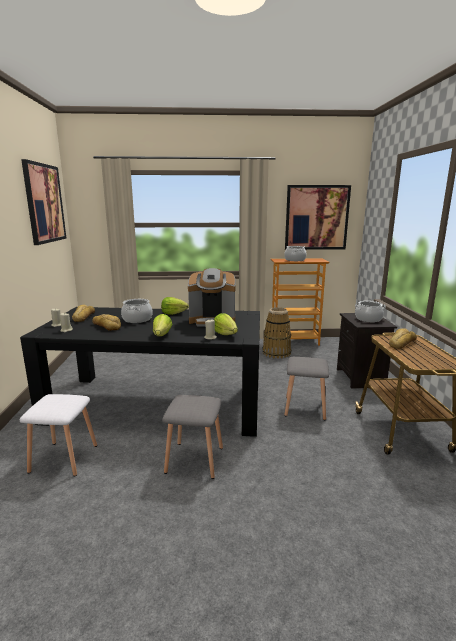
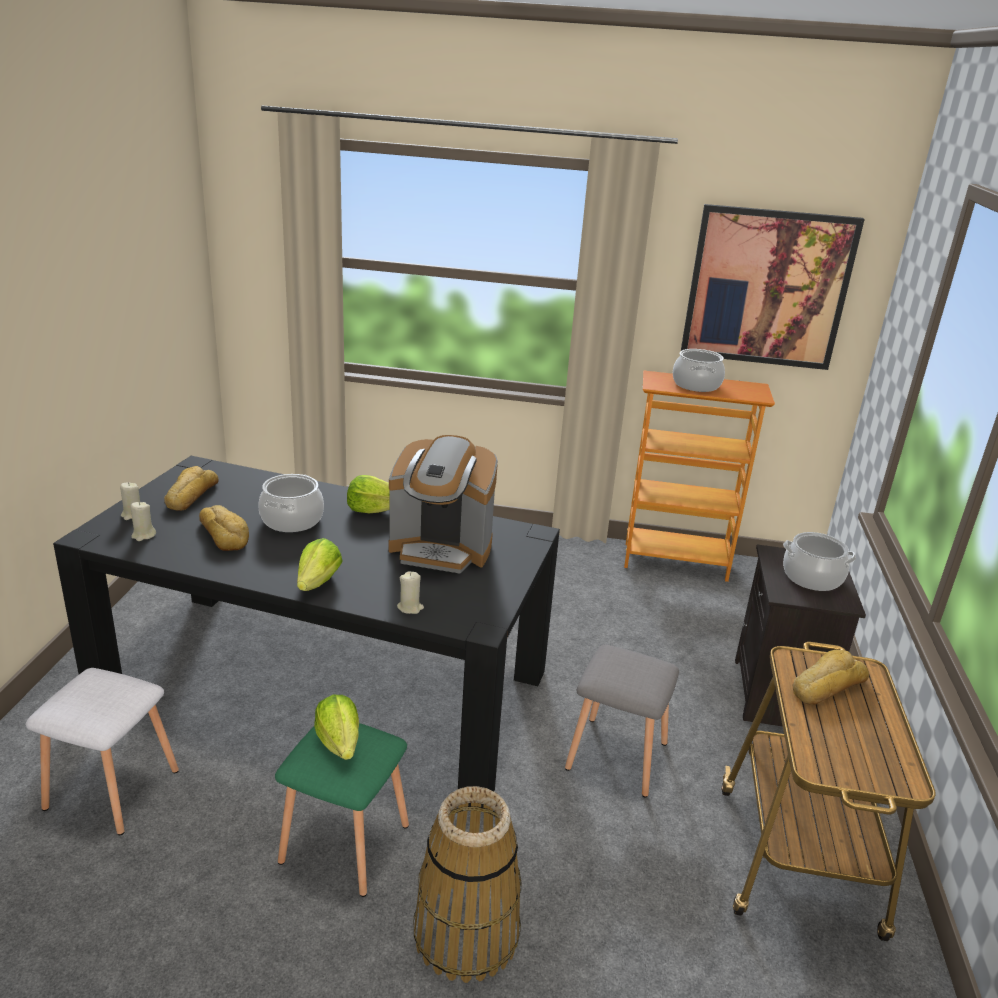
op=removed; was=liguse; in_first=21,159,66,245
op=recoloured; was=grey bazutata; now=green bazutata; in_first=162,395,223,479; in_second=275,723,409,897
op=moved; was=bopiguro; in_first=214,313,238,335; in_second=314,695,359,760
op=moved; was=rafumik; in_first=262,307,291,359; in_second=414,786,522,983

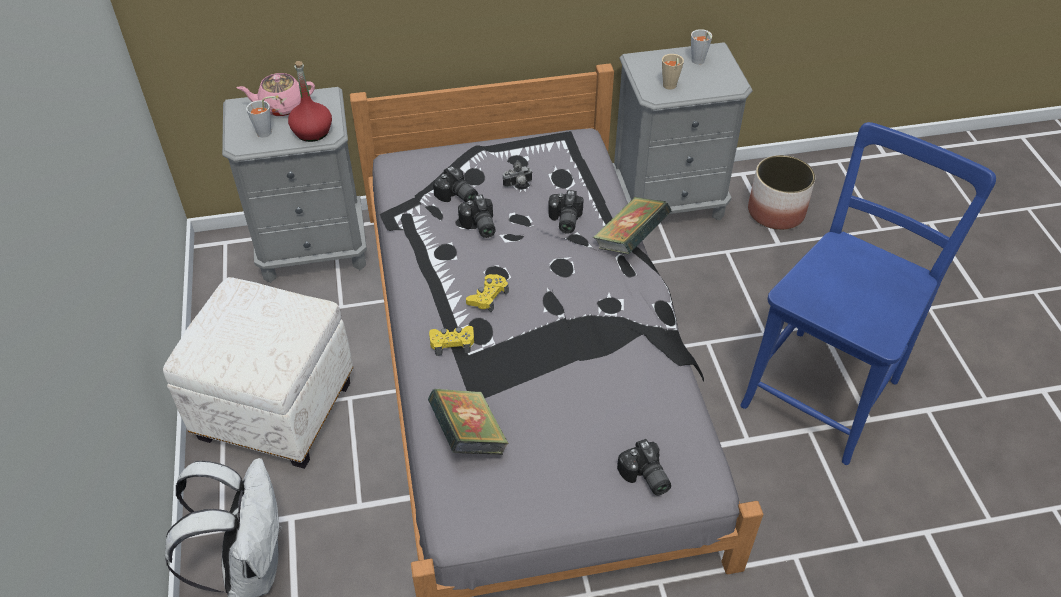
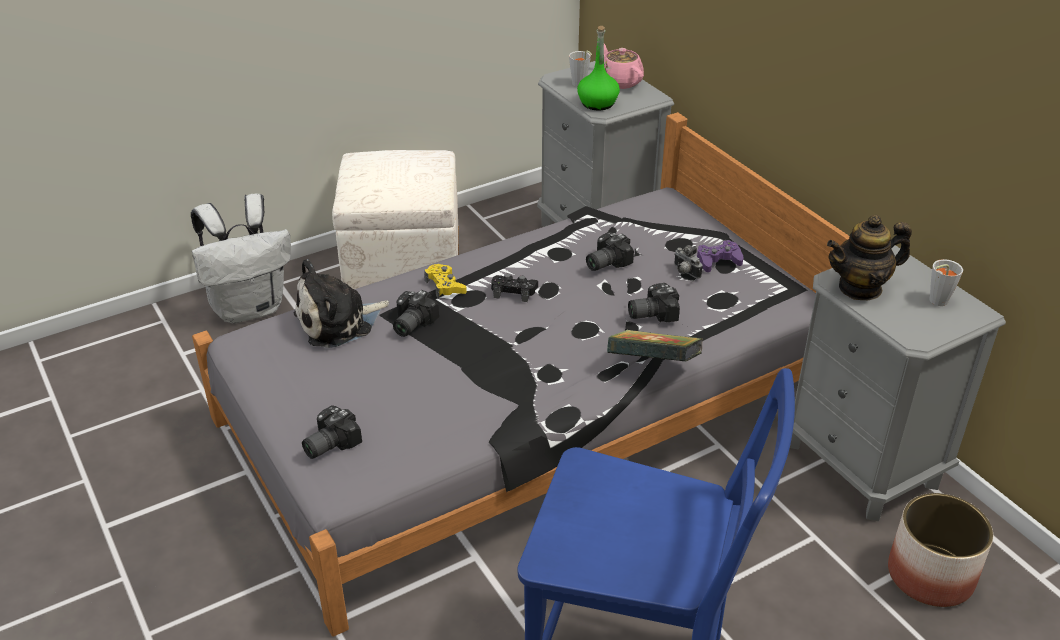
op=recoloured; was=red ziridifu; now=green ziridifu; in_first=288,61,332,142; in_second=577,26,620,110
op=replaced; was=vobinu; now=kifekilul; in_first=428,389,509,455; in_second=294,259,389,348
op=moved; was=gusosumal; in_first=433,166,478,202; in_second=393,290,439,337
op=recoloured; was=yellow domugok; now=black domugok; in_first=466,274,509,312; in_second=491,274,538,302
op=replaced; was=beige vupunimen; now=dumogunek; in_first=662,54,684,90; in_second=827,215,912,301
op=added; now=purple domugok; in_second=697,240,743,272

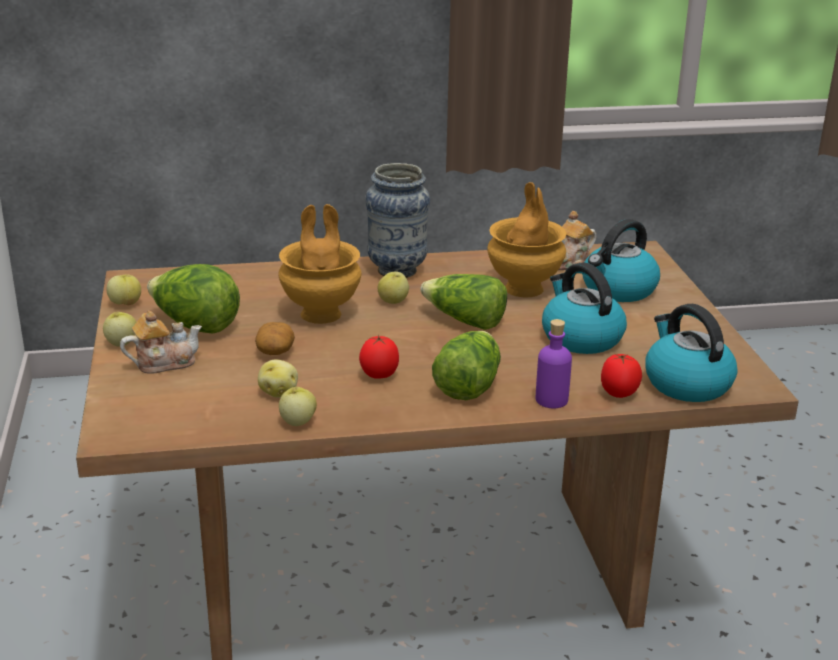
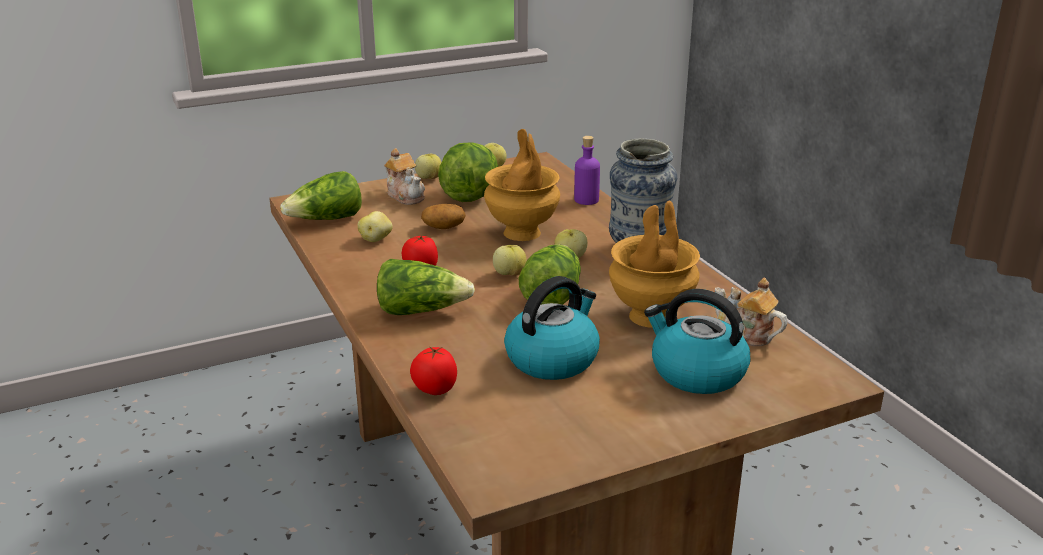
op=moved; was=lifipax; in_first=279,387,317,426; in_second=493,245,527,276
op=moved; was=purple ziridifu; in_first=536,319,572,408; in_second=574,136,600,205
op=removed; was=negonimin; in_first=645,304,738,402
op=added; now=bopiguro; in_second=280,171,362,220

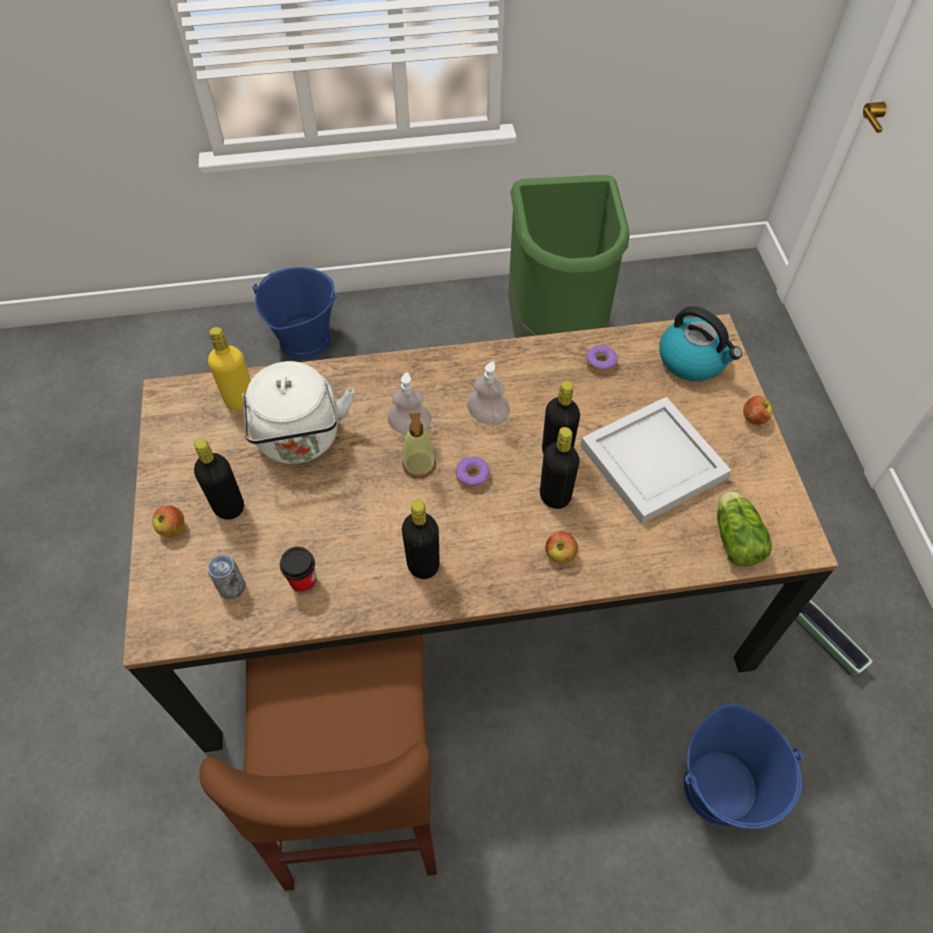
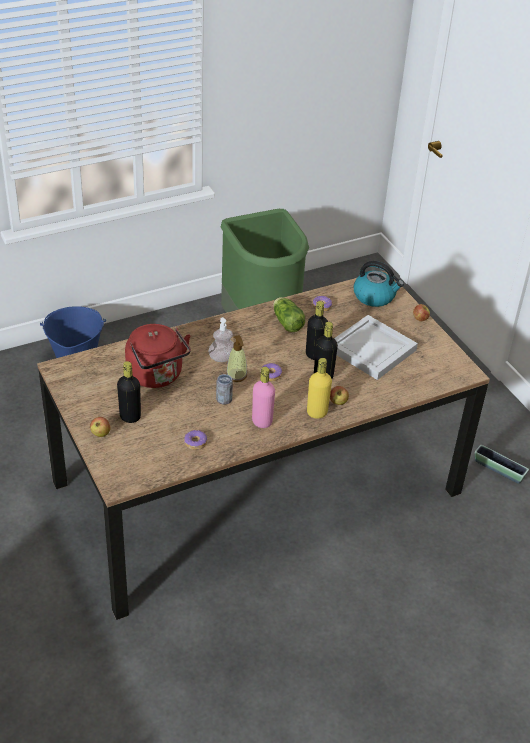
op=removed; was=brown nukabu; in_first=199,635,437,891
op=moved; was=yellow ziridifu; in_first=208,327,251,410; in_second=307,358,332,419
op=moved; was=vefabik; in_first=208,555,245,599; in_second=216,374,233,405
op=recoloured; was=white negonimin; now=red negonimin; in_first=242,361,354,464; in_second=125,324,191,388
op=replaced; was=vupunimen; now=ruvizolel; in_first=280,547,317,594; in_second=184,430,207,450
op=recoloured; was=black ziridifu; now=pink ziridifu; in_first=402,500,440,579; in_second=252,367,275,428
op=removed; was=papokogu; in_first=467,361,510,425
op=removed; was=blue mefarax; in_first=684,704,804,829
op=moved; was=bopiguro; in_first=717,490,772,566; in_second=273,297,305,332

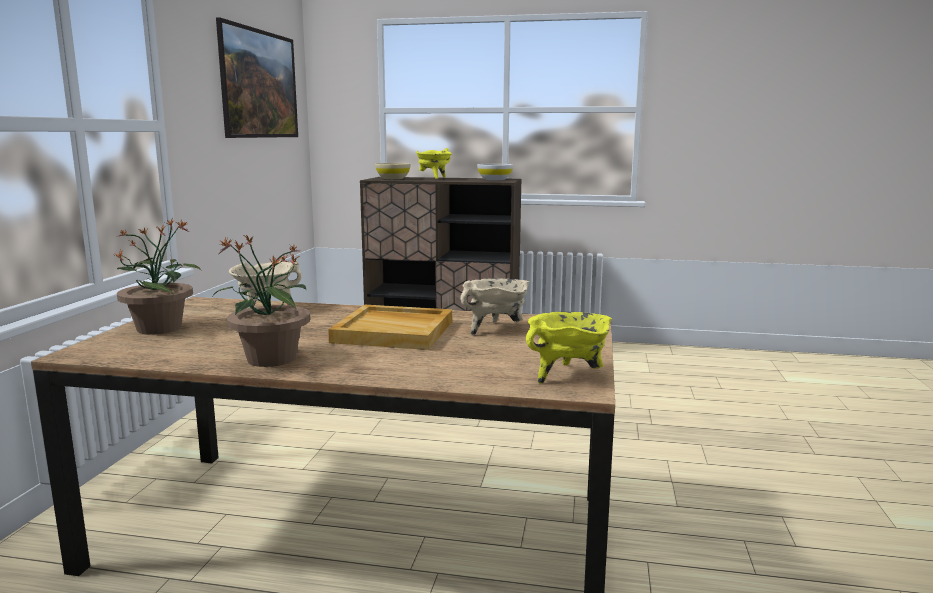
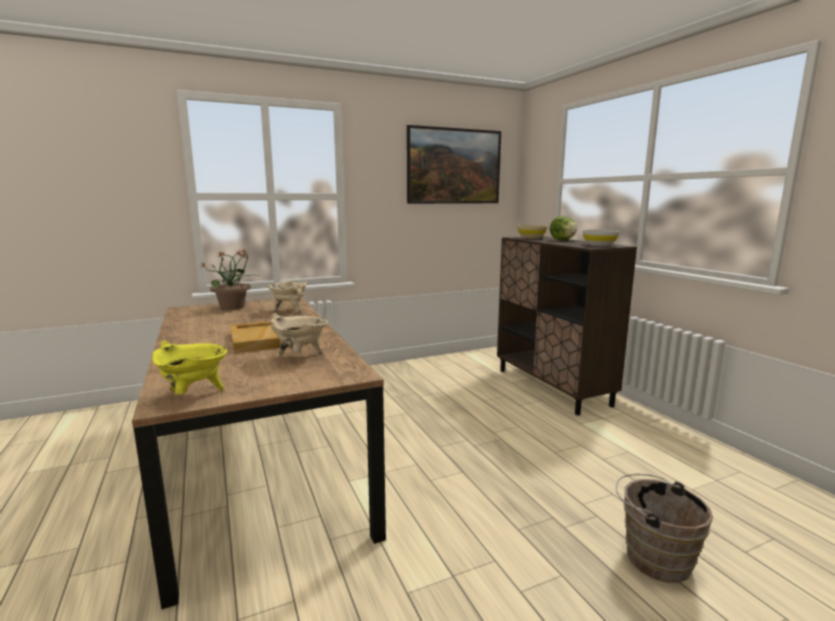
op=removed; was=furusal; in_first=213,235,310,367
op=replaced; was=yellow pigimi; now=bopiguro; in_first=416,148,452,179; in_second=550,216,577,240
op=added; now=brown mefarax; in_second=616,474,713,583

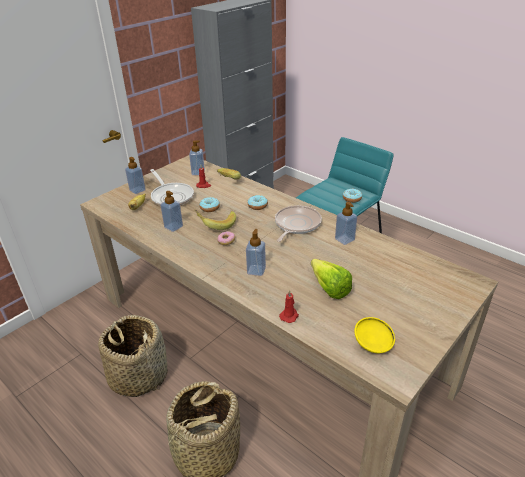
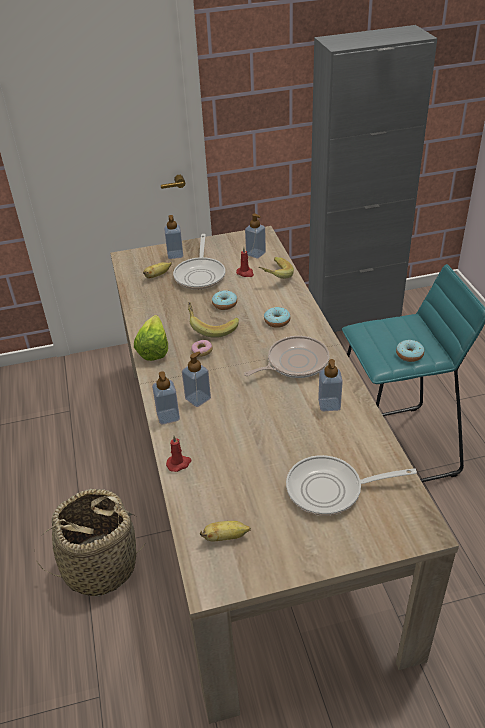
op=removed; was=rafumik; in_first=98,315,168,397
op=moved; was=papokogu; in_first=160,191,183,232; in_second=152,371,180,424
op=moved; was=bopiguro; in_first=311,259,352,299; in_second=134,315,168,361
op=replaced; was=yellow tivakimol; now=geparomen; in_first=354,317,395,353; in_second=200,521,251,542
op=added; now=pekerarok; in_second=286,455,417,516

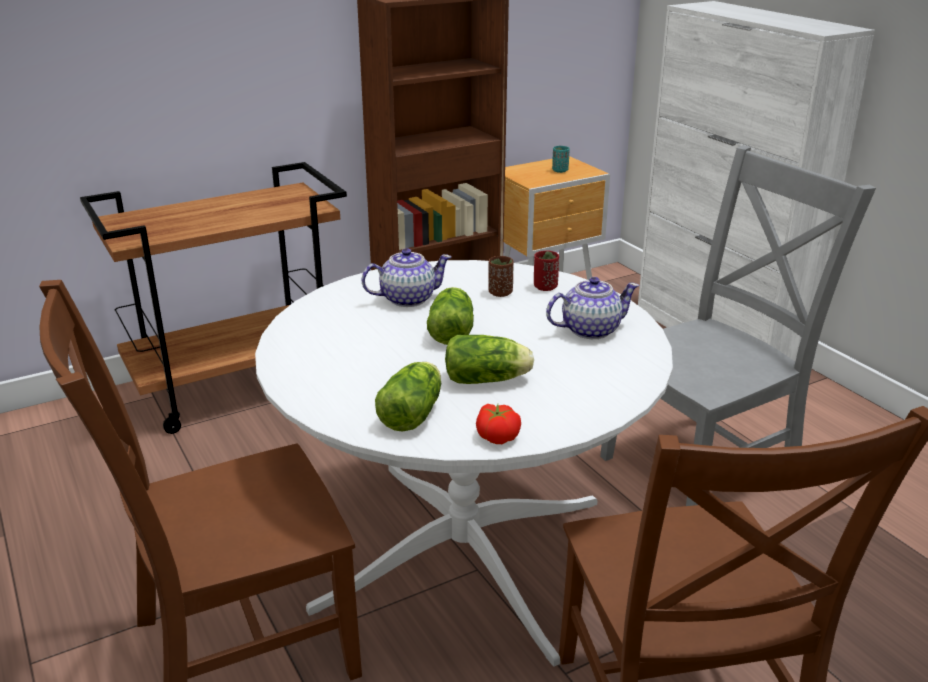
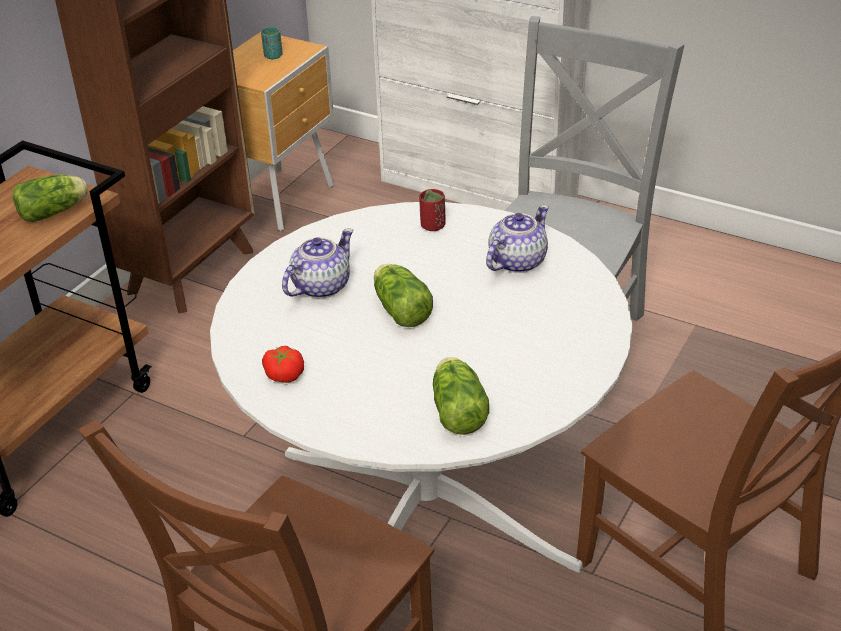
op=moved; was=bopiguro; in_first=445,335,534,384; in_second=13,174,88,222
op=moved; was=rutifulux; in_first=476,404,521,444; in_second=262,346,304,383
op=removed; was=brown vupunimen; in_first=488,256,514,297

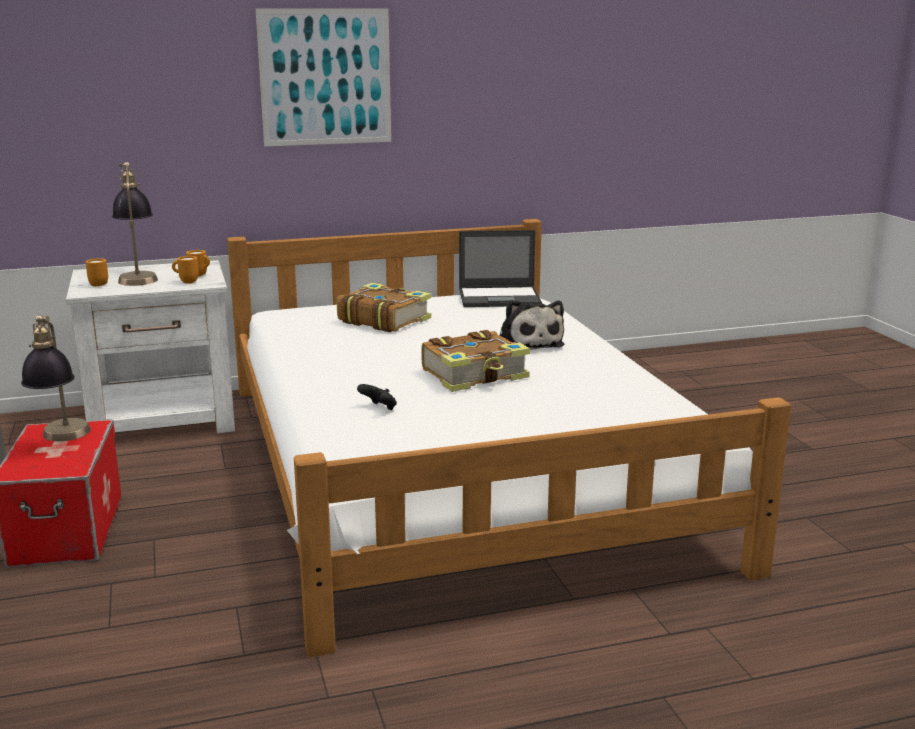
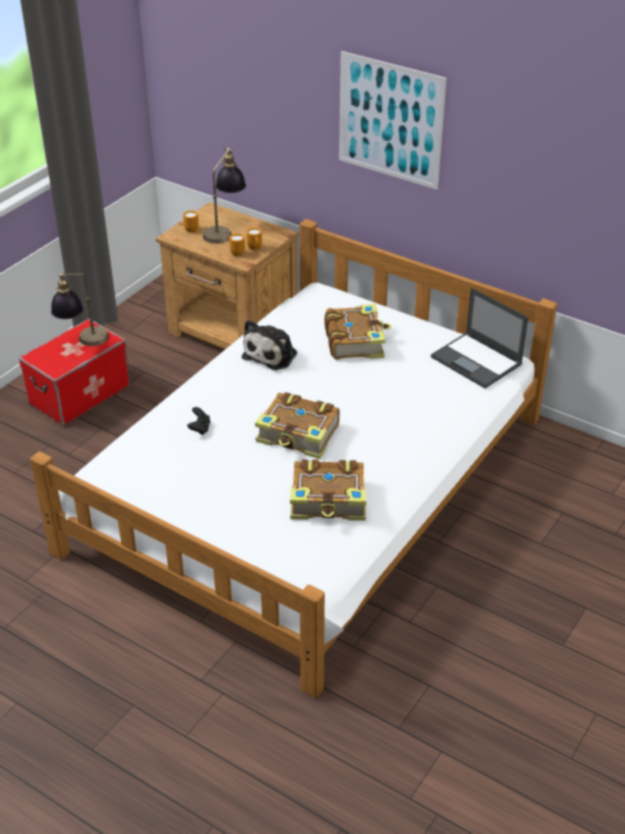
op=recoloured; was=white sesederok; now=brown sesederok; in_first=66,260,235,434; in_second=156,202,299,349
op=moved; was=kifekilul; in_first=500,300,564,350; in_second=242,320,297,370
op=added; now=vobinu; in_second=290,459,366,521

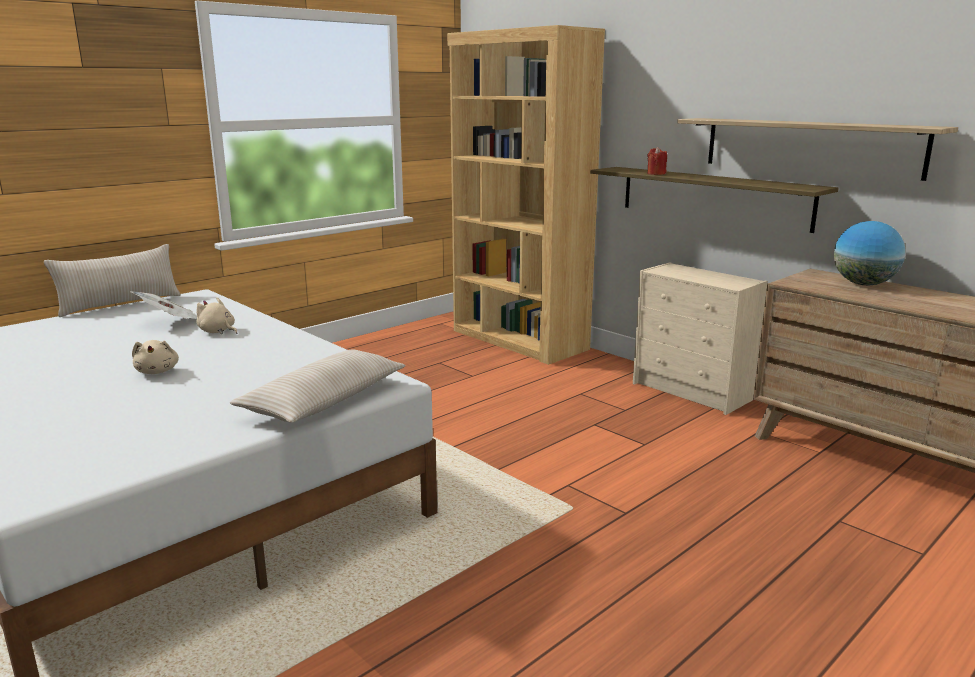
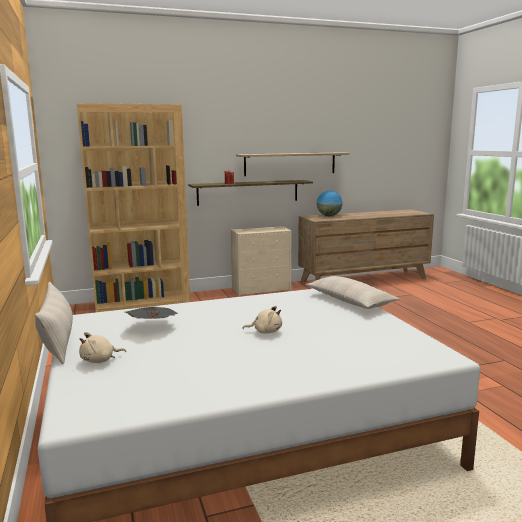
op=moved; was=beige kifekilul; in_first=196,297,237,334; in_second=79,332,126,363

